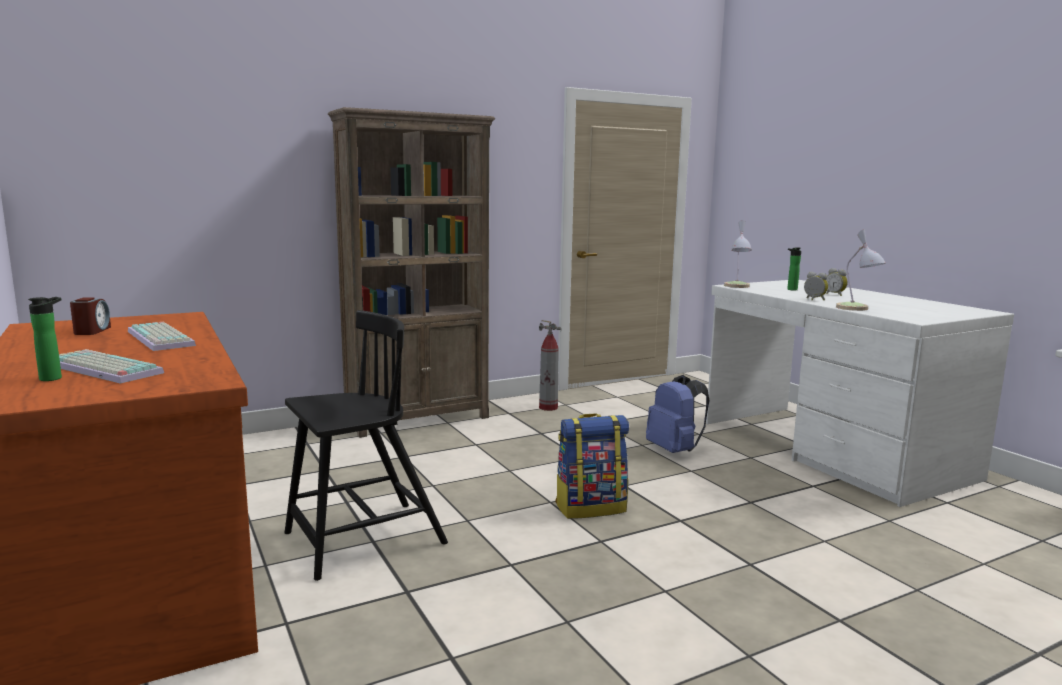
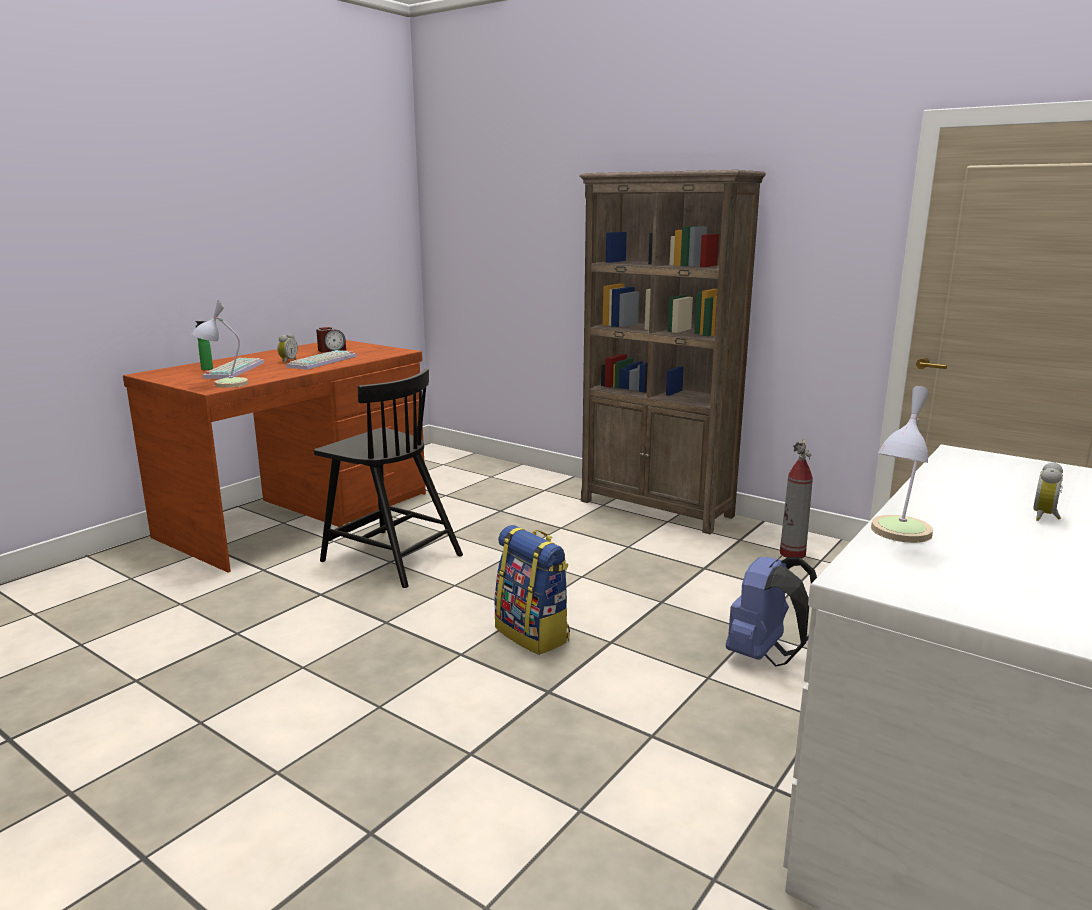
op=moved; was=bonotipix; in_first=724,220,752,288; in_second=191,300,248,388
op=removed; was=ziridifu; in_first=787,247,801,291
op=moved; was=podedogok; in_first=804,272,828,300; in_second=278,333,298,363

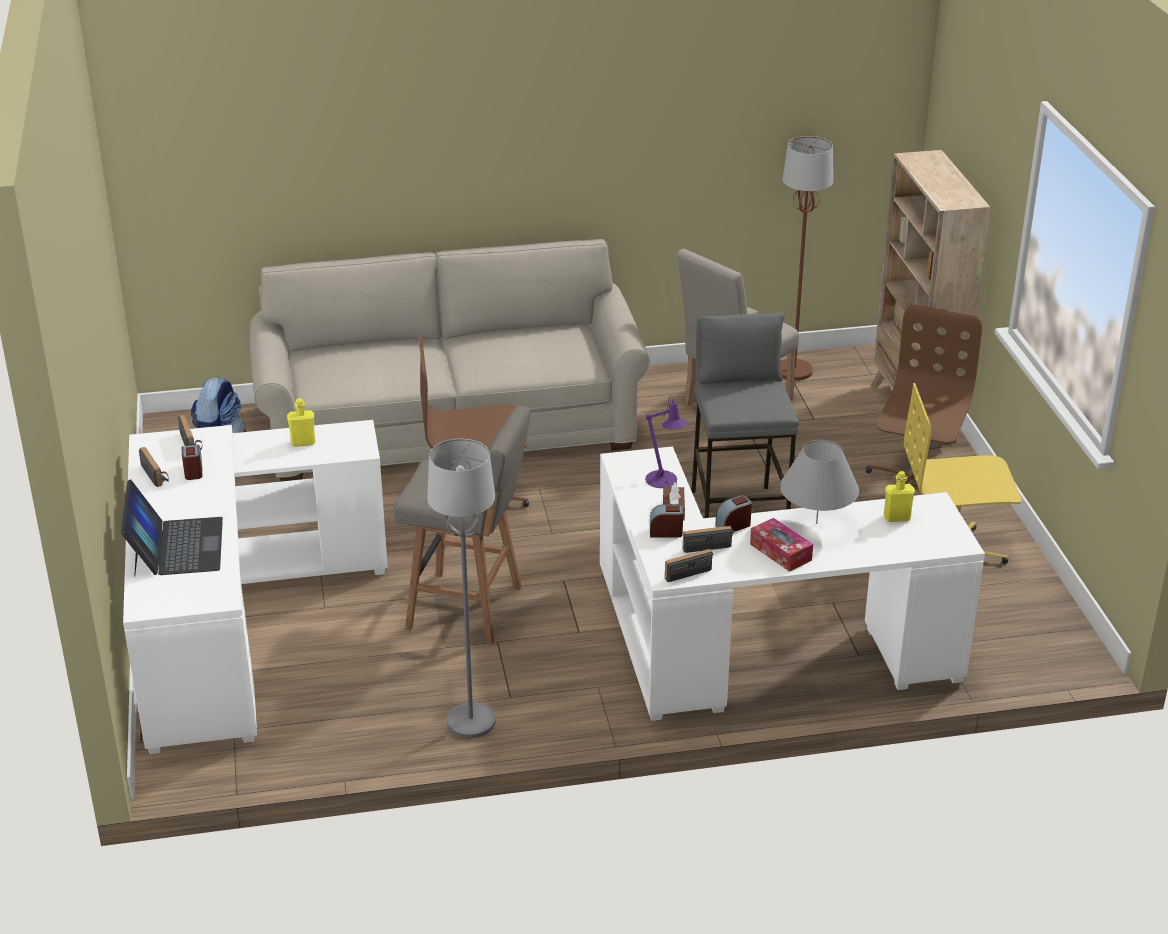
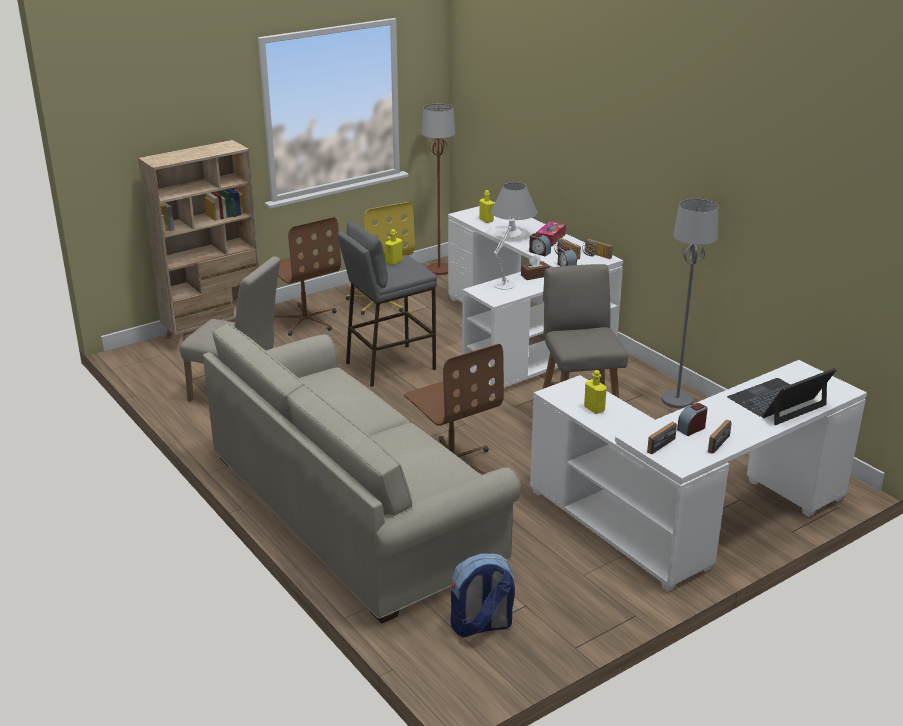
op=recoloured; was=purple bonotipix; now=white bonotipix; in_first=645,396,687,488; in_second=493,216,521,290
op=moved; was=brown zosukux; in_first=780,136,833,381; in_second=421,104,455,275
op=turned; was=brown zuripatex; in_first=866,304,982,484; in_second=274,217,341,336; clockwise=-120
op=added; now=yellow ziridifu; in_second=385,229,402,265

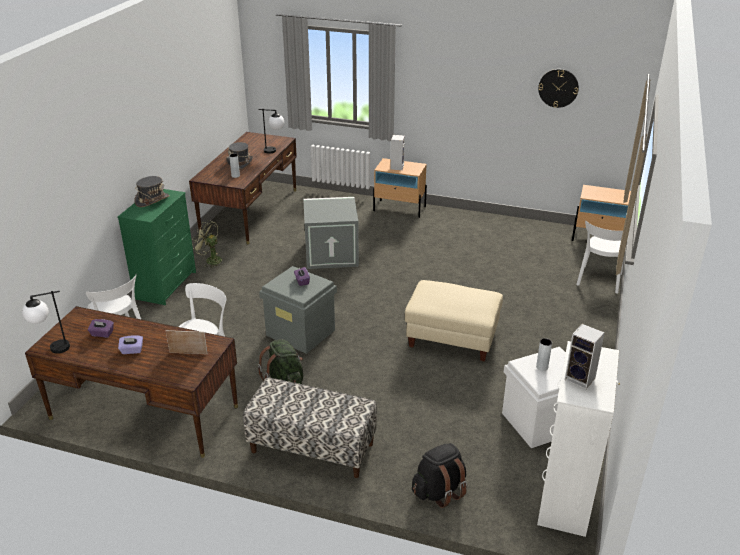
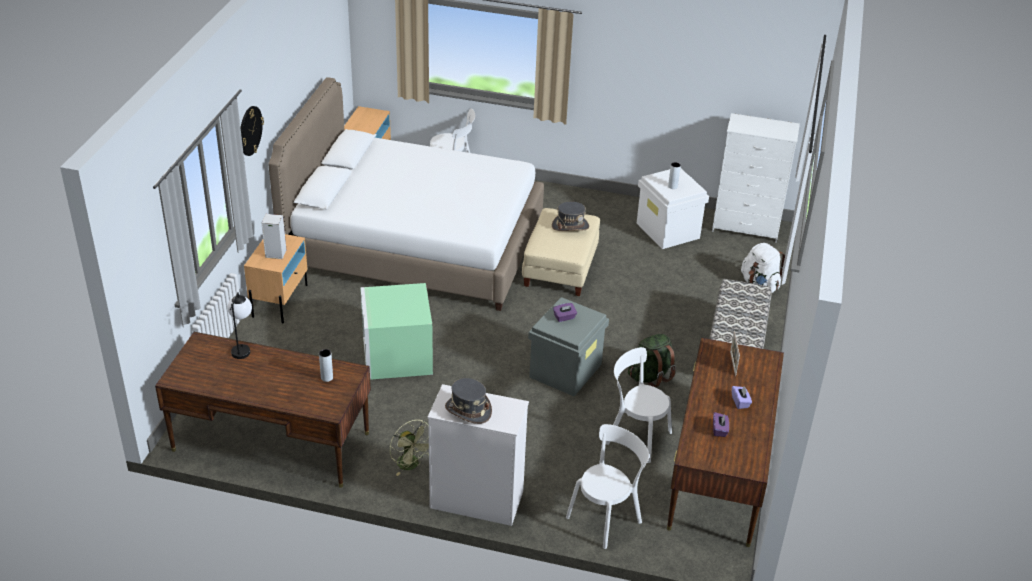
op=removed; was=bonotipix; in_first=22,291,70,354
op=recoloured; was=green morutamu; now=white morutamu; in_first=118,189,196,305; in_second=428,384,529,526
op=turned; was=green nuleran; in_first=192,220,223,268; in_second=390,420,429,476; clockwise=-60
op=moved; was=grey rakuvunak; in_first=226,142,253,170; in_second=552,202,589,231
op=recoloured; was=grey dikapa; now=green dikapa; in_first=303,197,359,269; in_second=360,283,433,380
op=recoloured; was=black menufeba; now=white menufeba; in_first=412,443,467,508; in_second=741,243,785,293
op=moved; was=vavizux; in_first=538,69,579,108; in_second=241,106,264,156
op=removed; was=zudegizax; in_first=565,324,605,389
op=added; now=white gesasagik; in_second=268,77,544,311

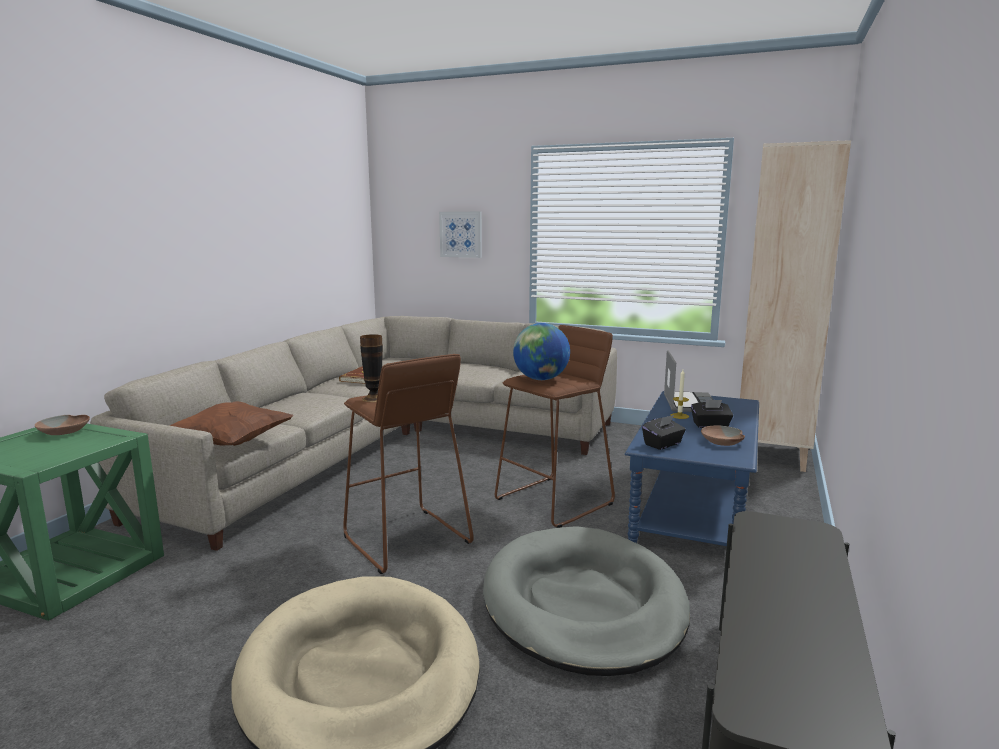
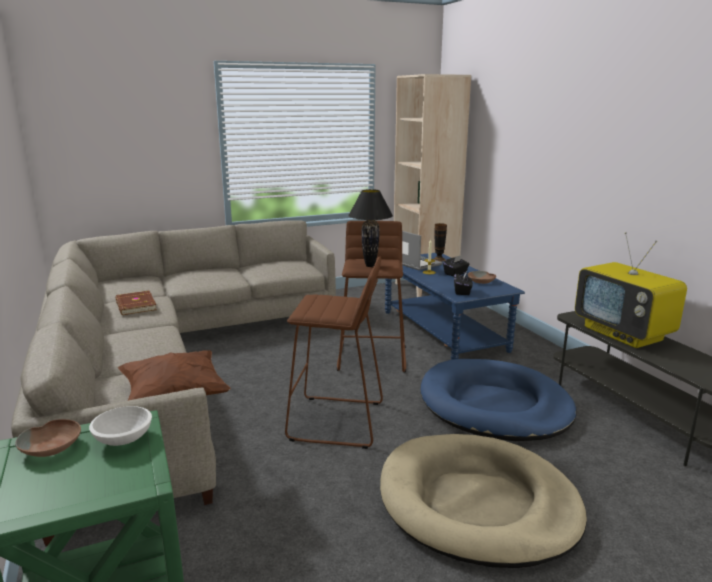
op=moved; was=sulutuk; in_first=360,334,383,402; in_second=434,223,447,262
op=removed; was=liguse; in_first=439,212,482,258
op=recoloured; was=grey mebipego; now=blue mebipego; in_first=483,526,690,676; in_second=421,359,576,441
op=replaced; was=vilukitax; now=black bonotipix; in_first=513,323,570,380; in_second=348,189,393,267
op=added; now=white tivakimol; in_second=89,406,152,446
op=added; now=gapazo; in_second=575,232,687,348

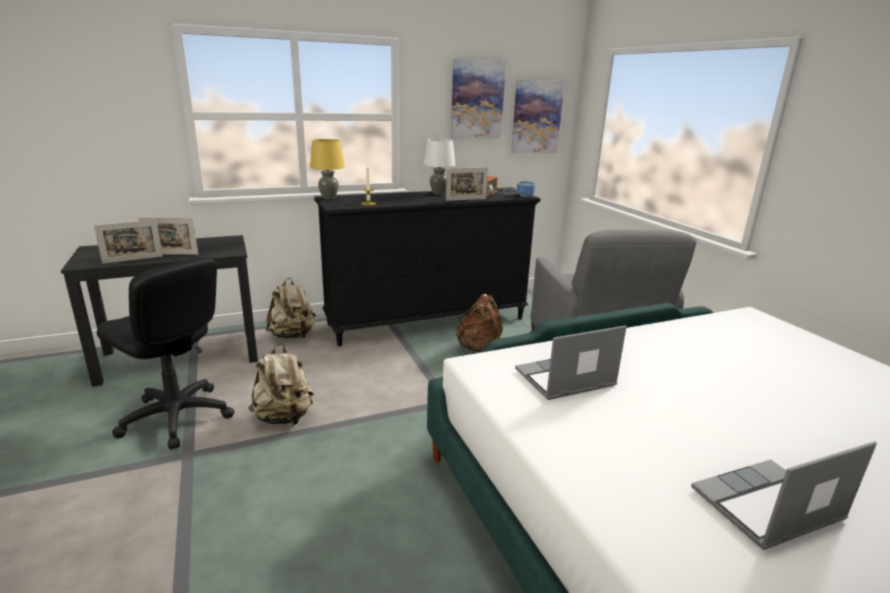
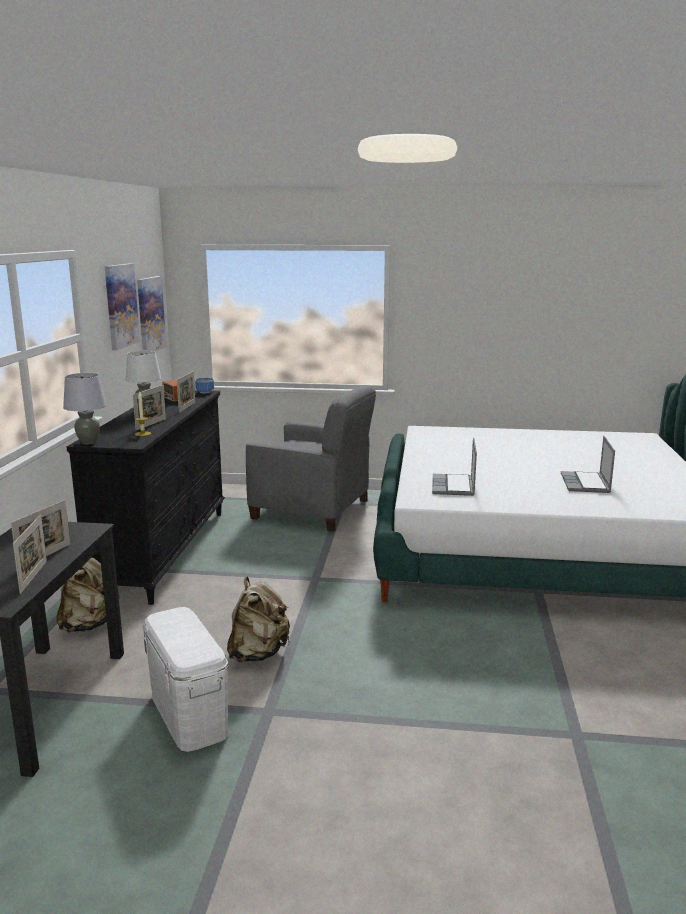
op=replaced; was=black zuripatex; now=white dikapa; in_first=97,257,234,449; in_second=143,607,229,752
op=recoloured; was=yellow bonotipix; now=grey bonotipix; in_first=310,139,345,199; in_second=63,373,106,445
op=removed; was=brown menufeba; in_first=456,294,503,352
op=added; now=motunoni; in_second=133,385,166,431

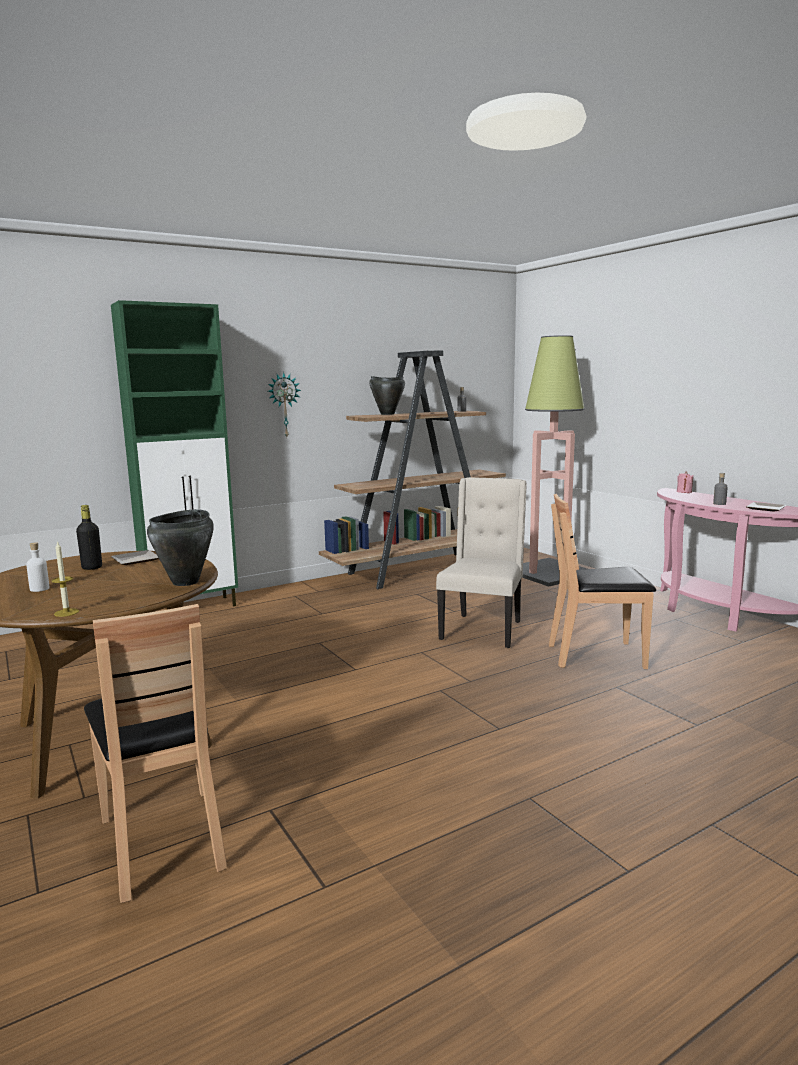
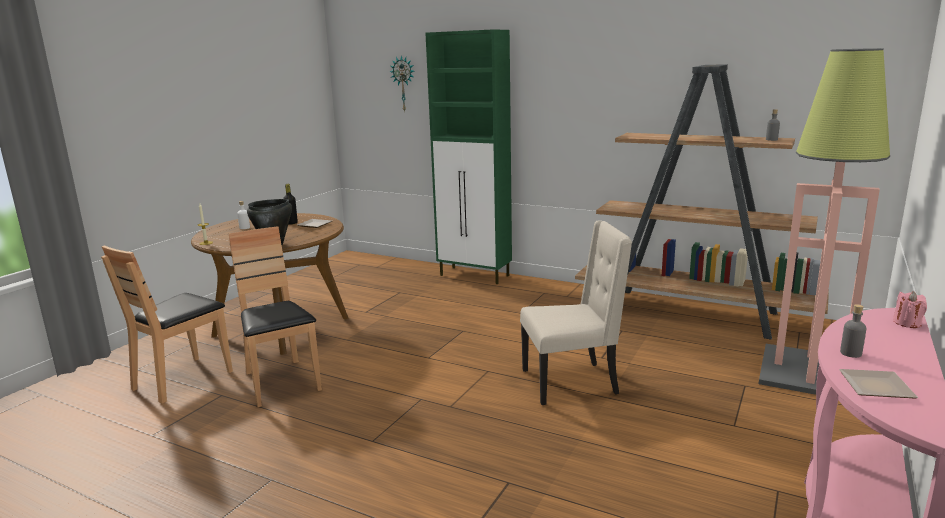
op=moved; was=vavizux; in_first=268,372,301,437; in_second=389,56,414,112
op=removed; was=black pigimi; in_first=369,376,405,415
op=moved; was=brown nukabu; in_first=549,494,656,669; in_second=229,226,322,407

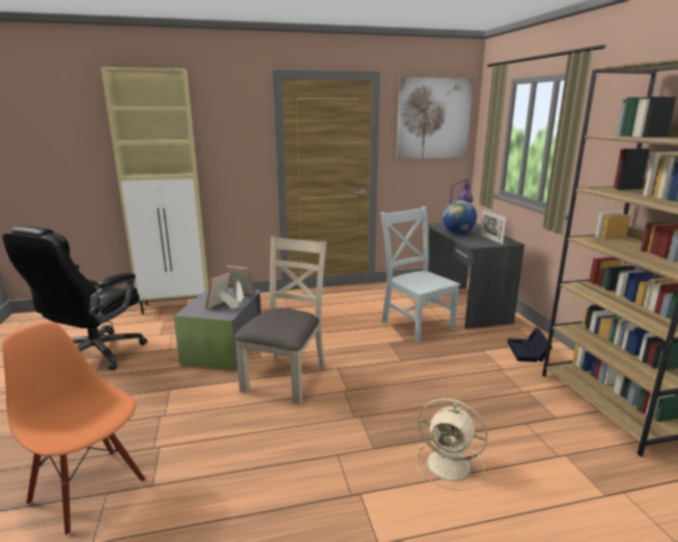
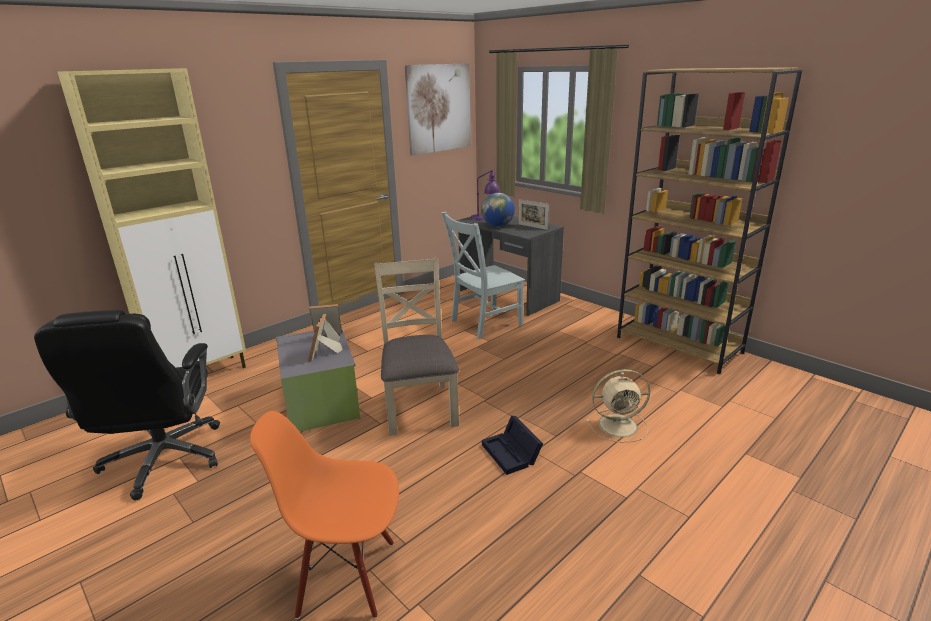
op=turned; was=grey nukabu; in_first=380,207,460,343; in_second=441,212,525,339; clockwise=-60
op=moved; was=black dikapa; in_first=507,327,552,362; in_second=482,416,543,475

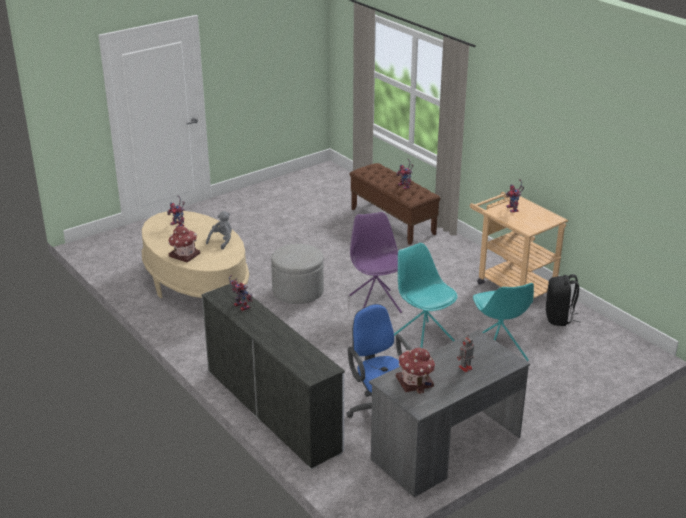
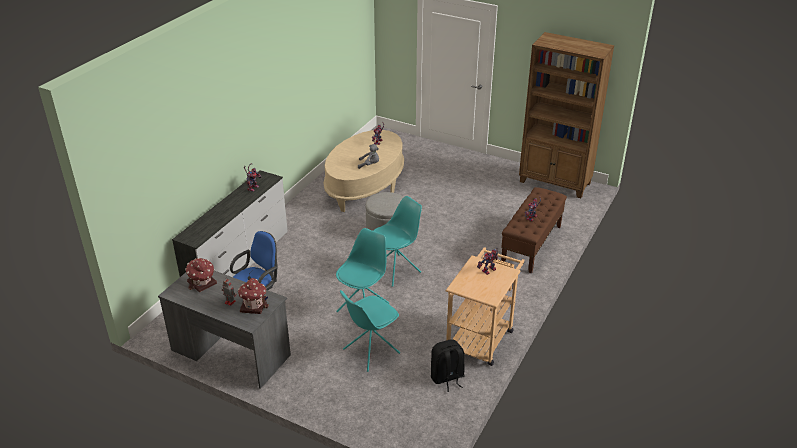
op=moved; was=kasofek; in_first=168,226,200,262; in_second=238,278,269,314
op=recoloured; was=purple nukabu; now=turquoise nukabu; in_first=349,212,402,313; in_second=373,196,422,287
op=added; now=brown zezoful; in_second=519,32,614,198

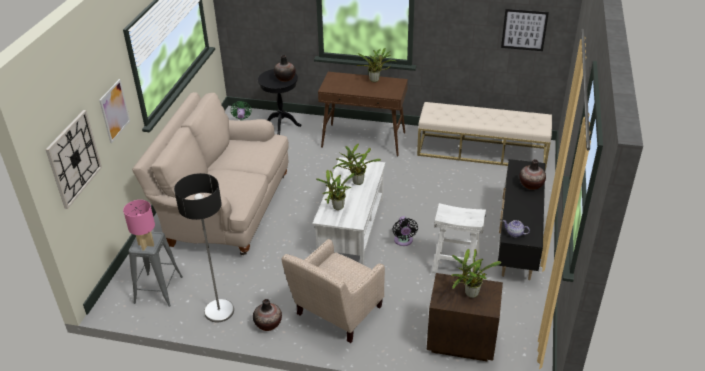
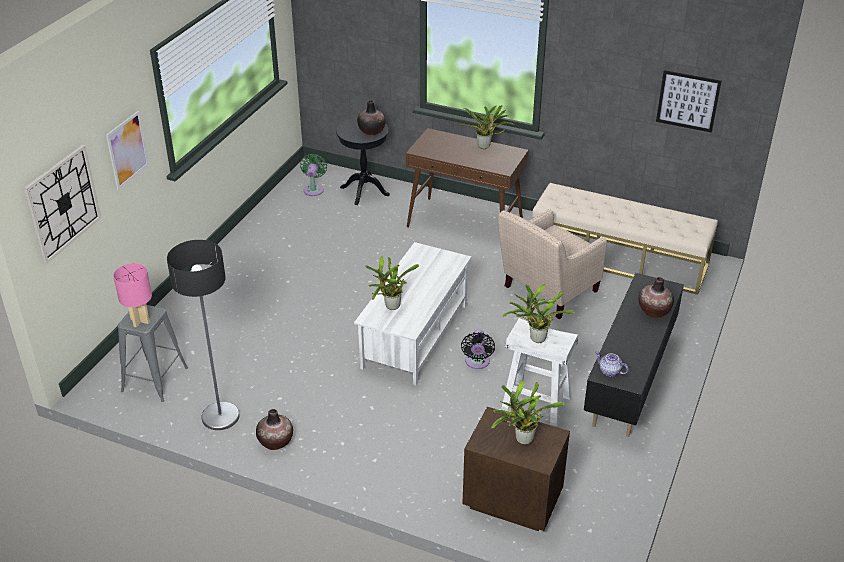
op=removed; was=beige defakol; in_first=132,92,289,256
op=moved; was=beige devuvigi; in_first=282,239,385,343; in_second=498,209,607,319
op=moved; was=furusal; in_first=333,143,381,185; in_second=503,284,574,343

